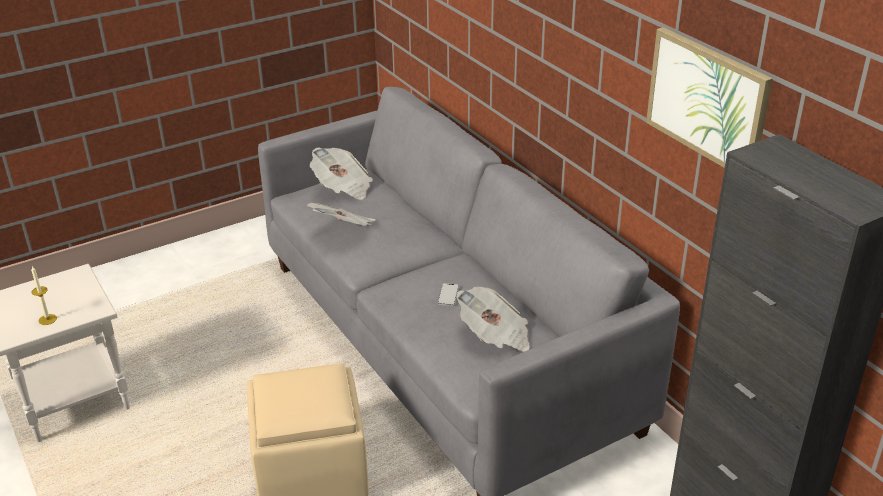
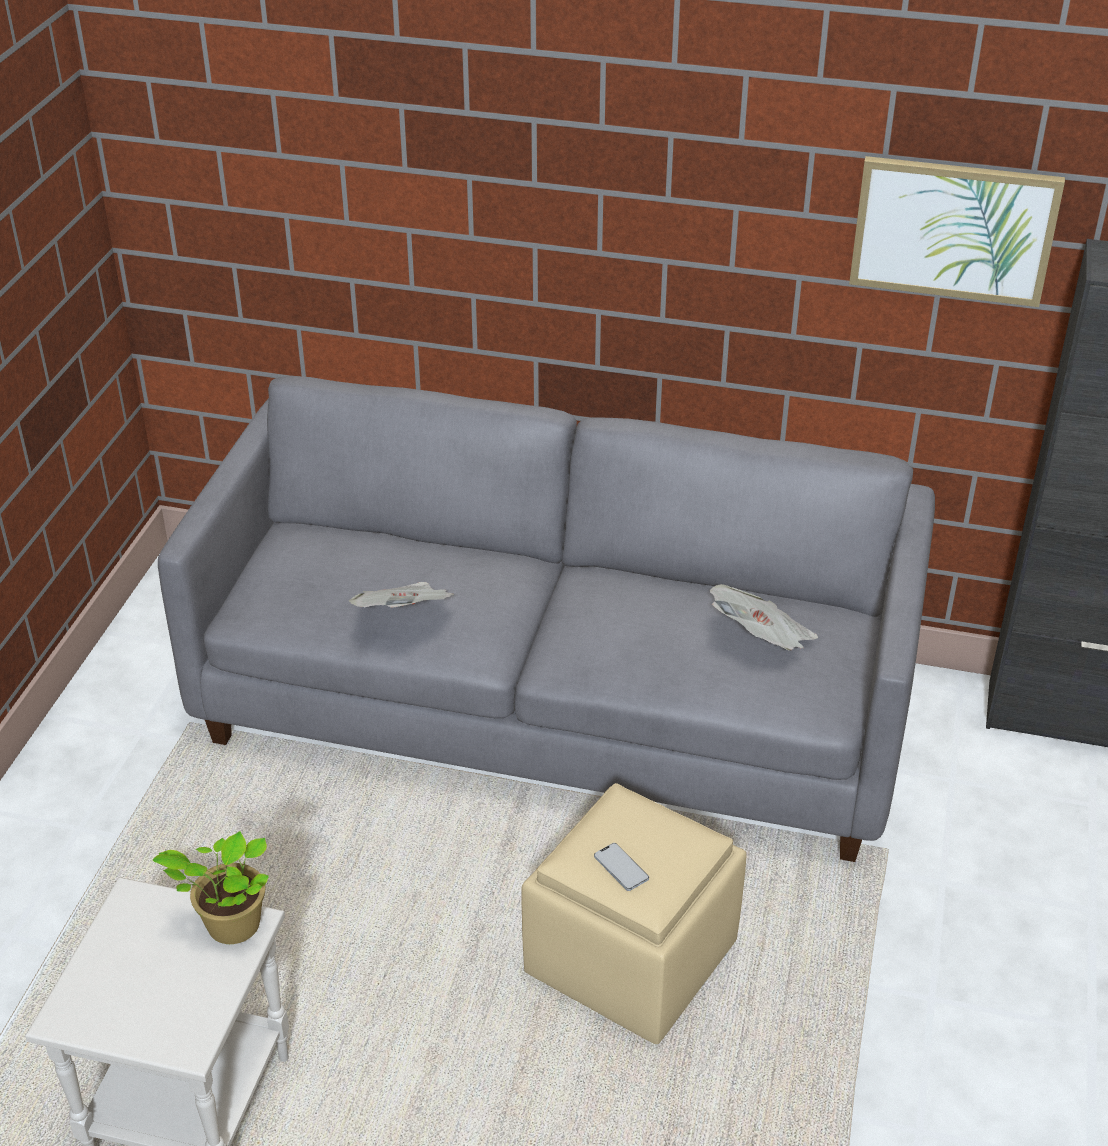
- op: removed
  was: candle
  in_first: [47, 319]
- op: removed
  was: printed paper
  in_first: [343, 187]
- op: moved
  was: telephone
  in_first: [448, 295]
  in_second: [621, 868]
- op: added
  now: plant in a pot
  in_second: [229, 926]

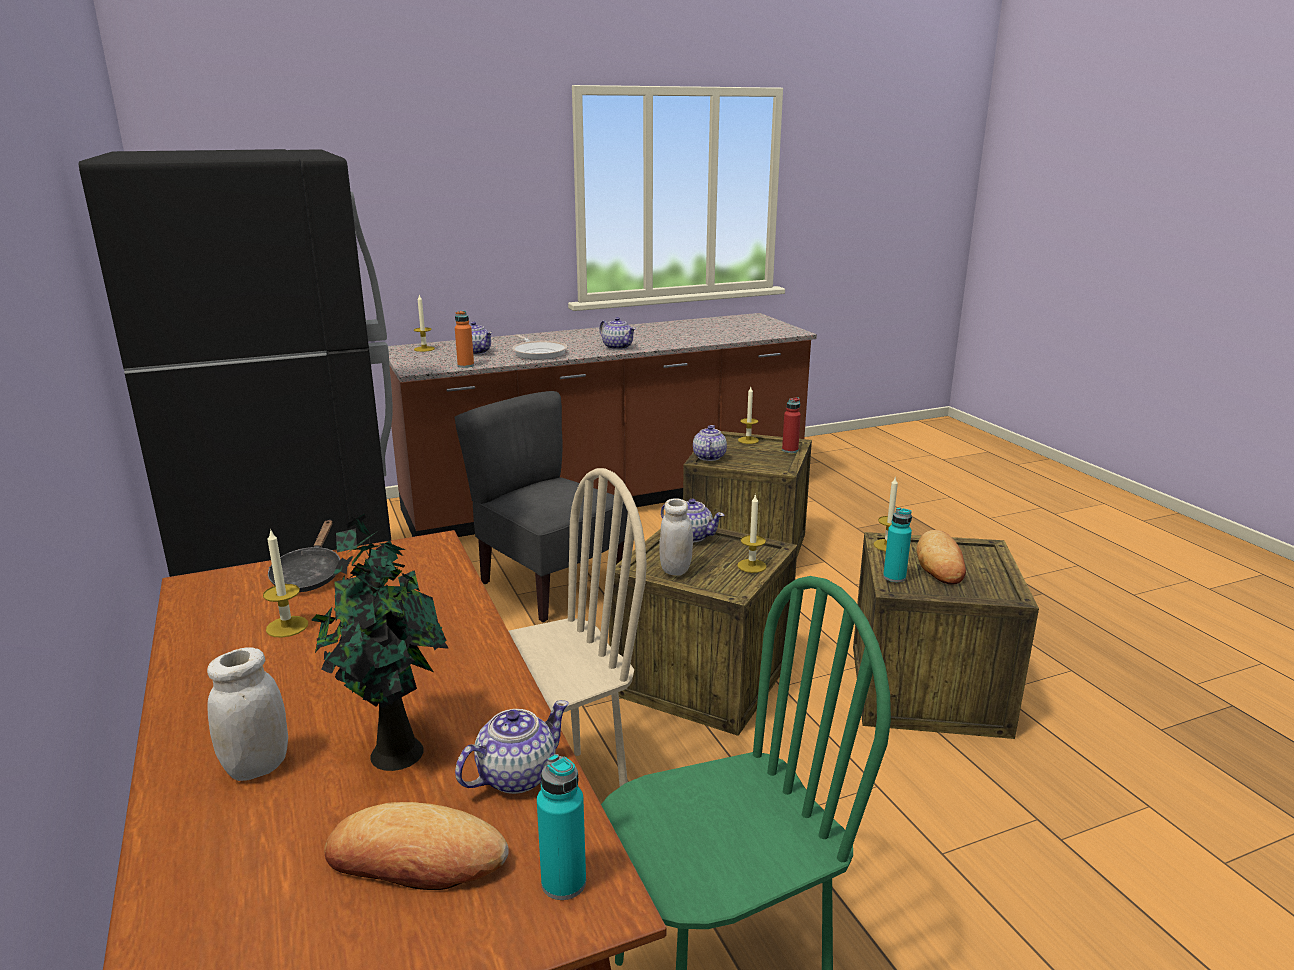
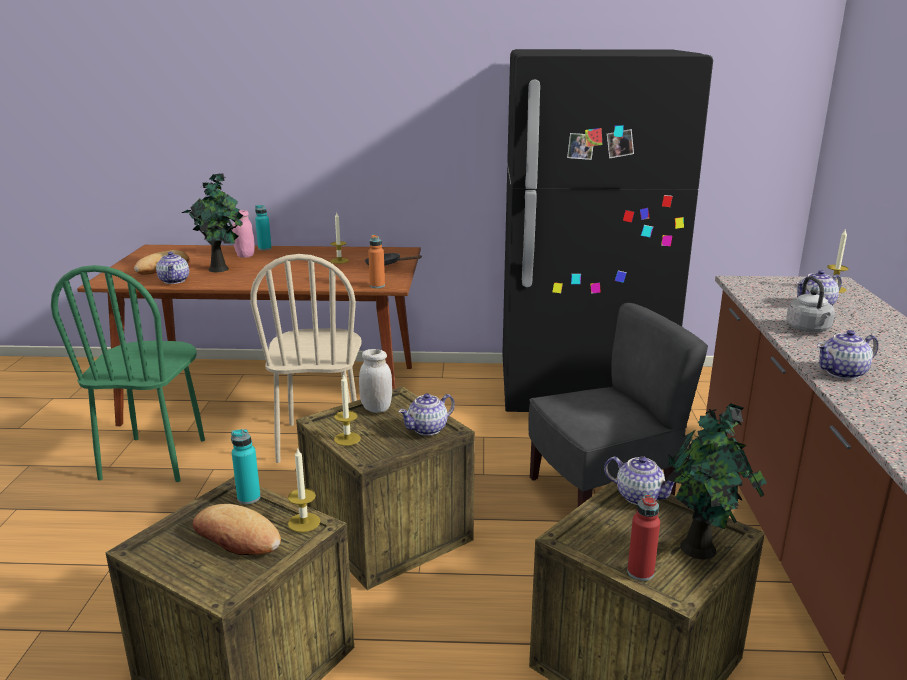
- op: recoloured
  was: white-coloured preserve jar
  now: pink preserve jar
  in_first: [257, 766]
  in_second: [245, 255]
- op: moved
  was: orange bottle
  in_first: [465, 365]
  in_second: [377, 286]
- op: replaced
  was: skillet
  now: greyish kettle
  in_first: [538, 353]
  in_second: [809, 329]
- op: moved
  was: blue-green bottle
  in_first: [563, 883]
  in_second: [264, 248]
- op: replaced
  was: candle
  now: plant in a pot
  in_first: [748, 440]
  in_second: [701, 550]

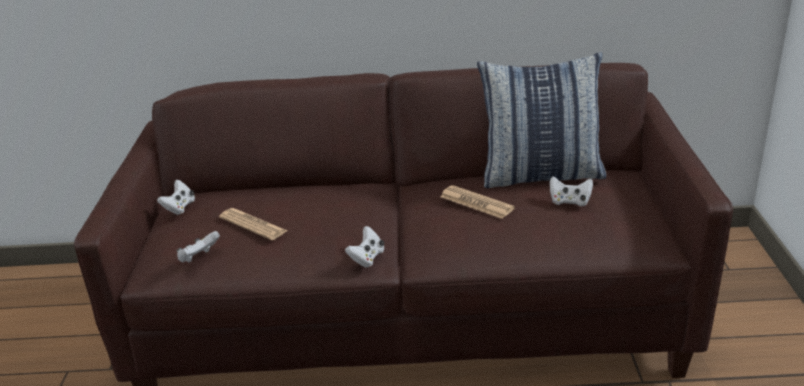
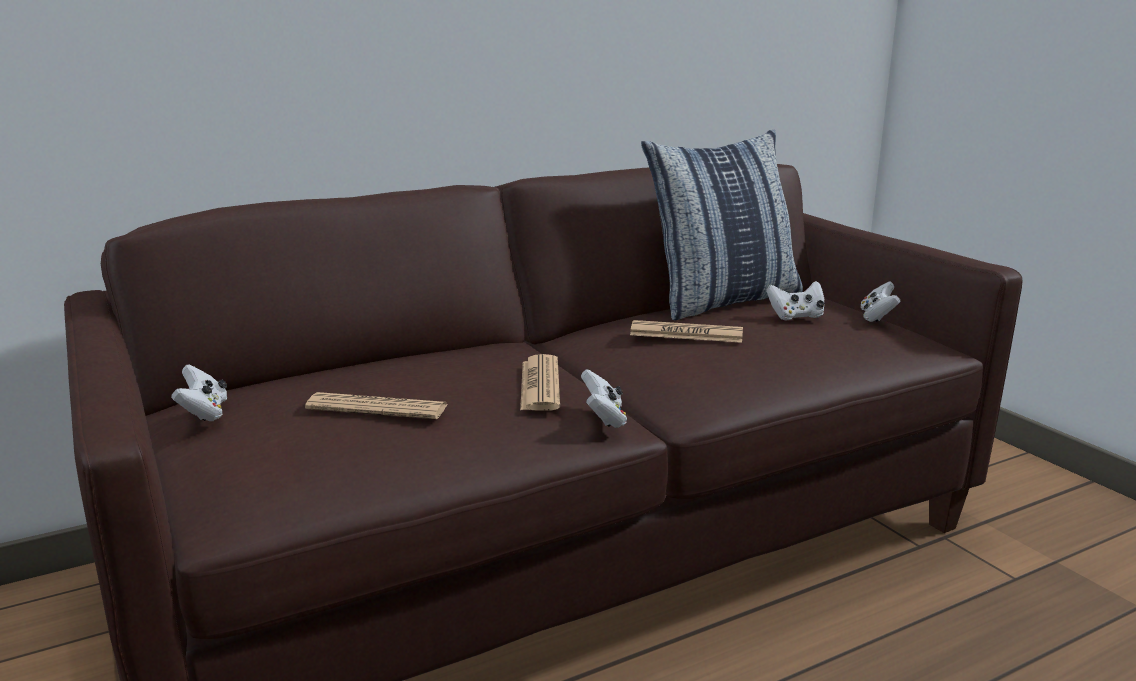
- op: moved
  was: white-coloured joypad
  in_first: [199, 258]
  in_second: [877, 317]
- op: added
  now: printed paper
  in_second: [540, 384]

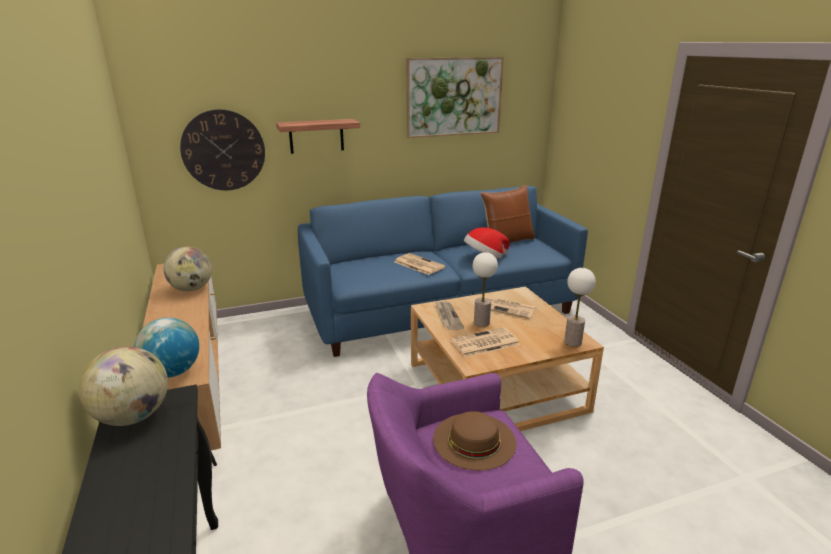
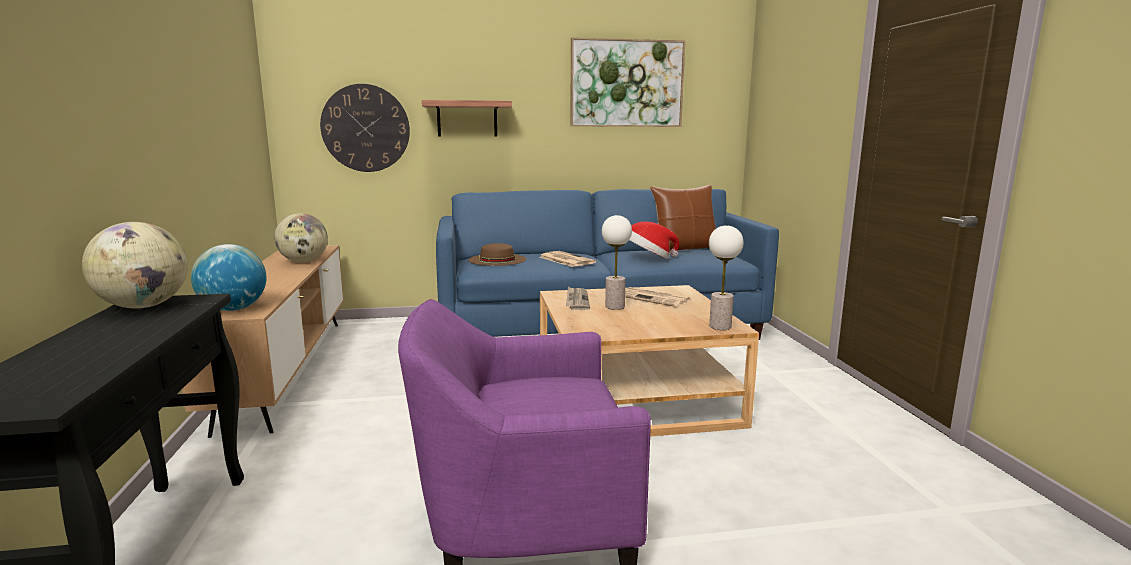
- op: moved
  was: brownish hat
  in_first: [474, 440]
  in_second: [497, 259]
- op: removed
  was: printed paper
  in_first: [484, 343]

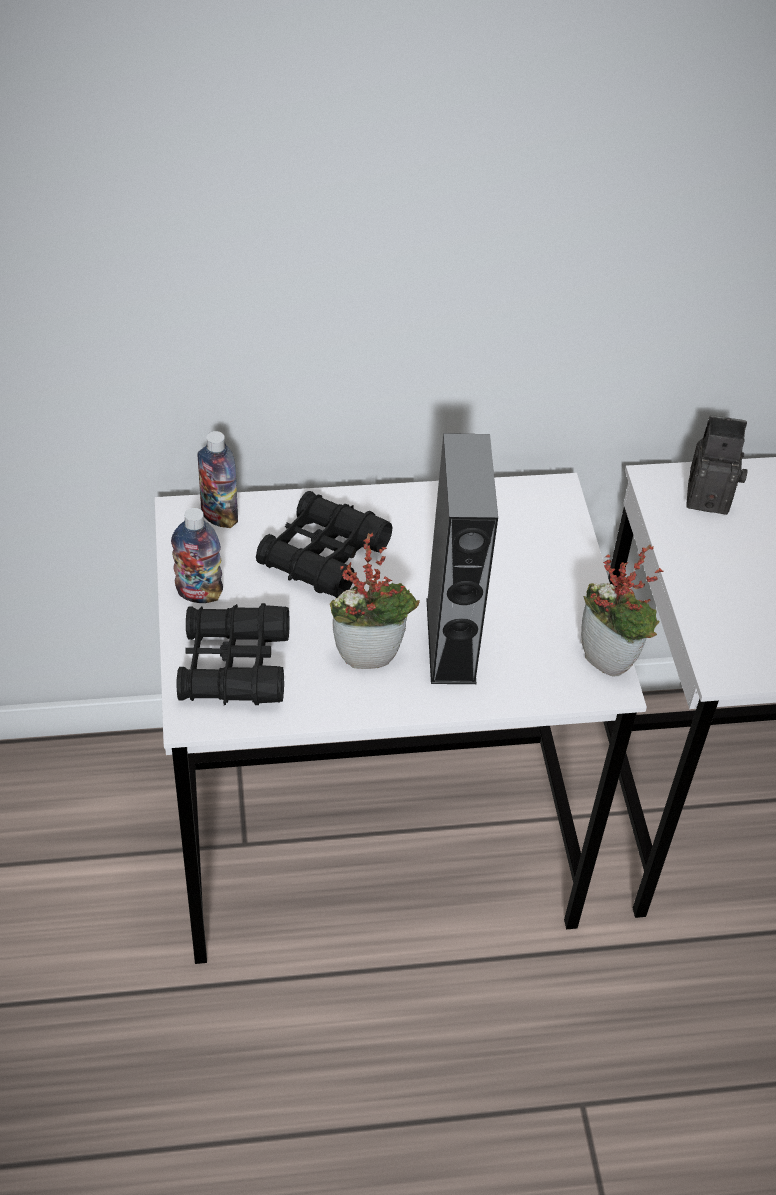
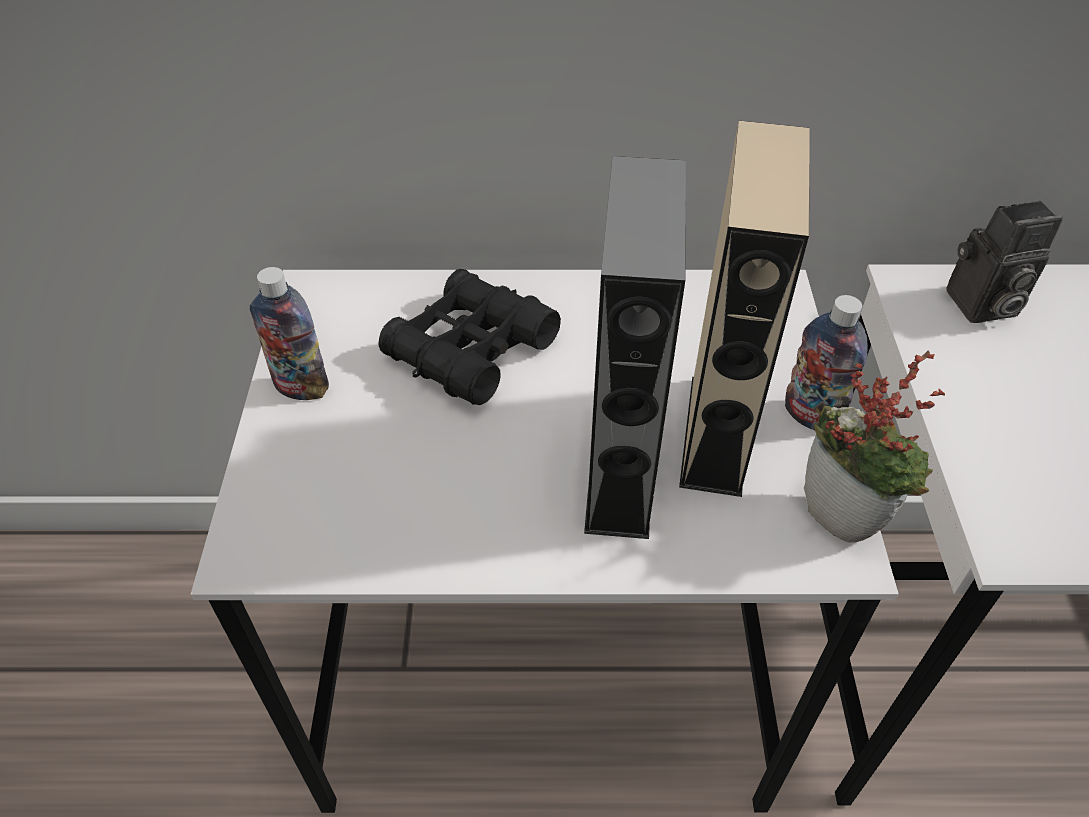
- op: removed
  was: black-coloured field glasses
  in_first: [233, 666]
- op: moved
  was: bottle
  in_first: [219, 516]
  in_second: [811, 415]
- op: removed
  was: plant in a pot
  in_first: [371, 654]
- op: turned
  was: still camera
  in_first: [711, 496]
  in_second: [980, 306]
  clockwise: 150
- op: added
  now: beige loudspeaker
  in_second: [715, 433]

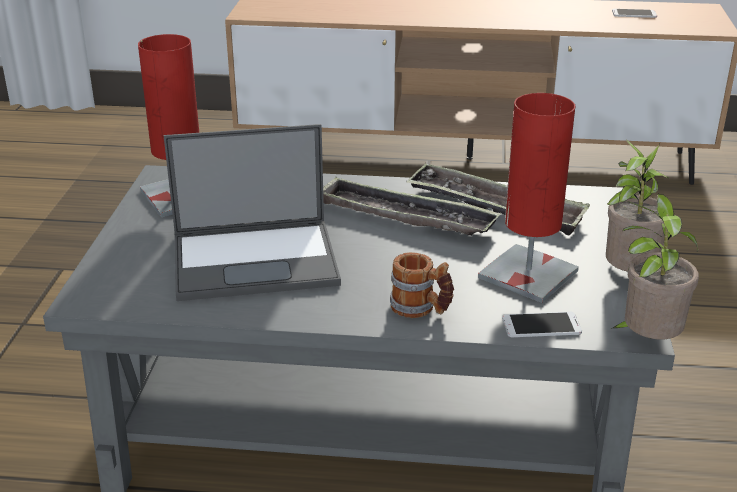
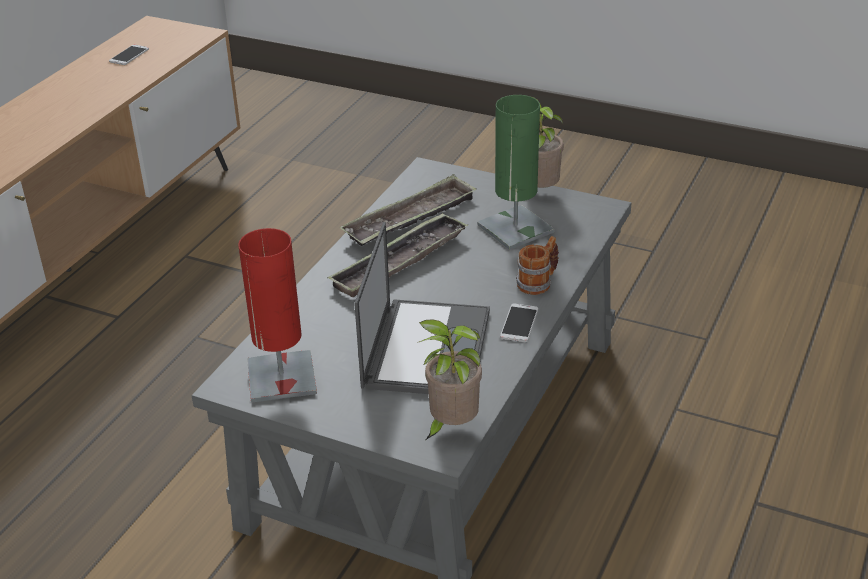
- op: recoloured
  was: red table lamp
  now: green-coloured table lamp
  in_first: [528, 274]
  in_second: [515, 228]
- op: moved
  was: telephone
  in_first: [541, 325]
  in_second: [519, 323]
- op: moved
  was: plant in a pot
  in_first: [646, 341]
  in_second: [451, 426]

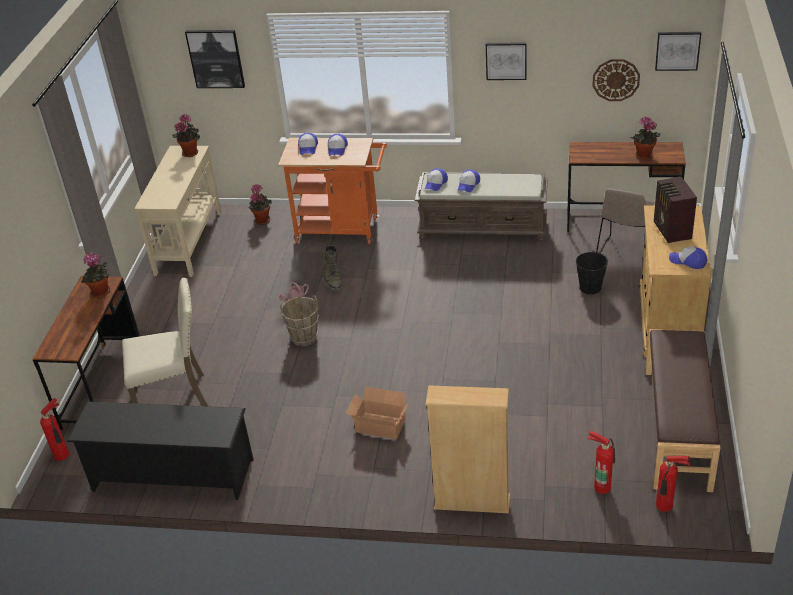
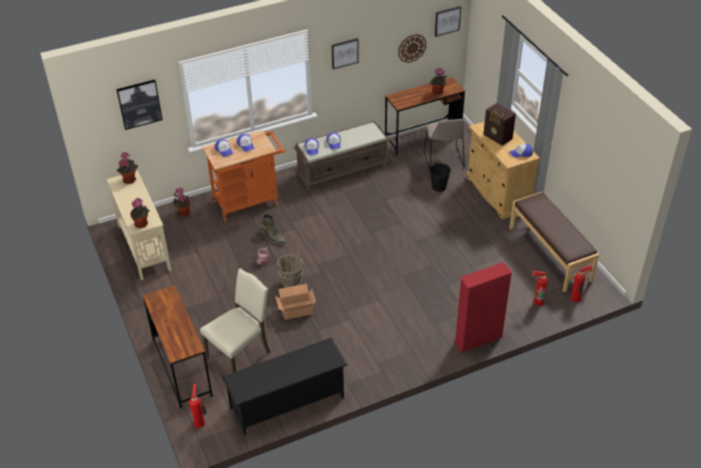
- op: moved
  was: plant in a pot
  in_first: [101, 293]
  in_second: [142, 224]
- op: moved
  was: carton
  in_first: [380, 424]
  in_second: [295, 309]
- op: recoloured
  was: beige bookcase
  now: red bookcase
  in_first: [472, 502]
  in_second: [478, 339]

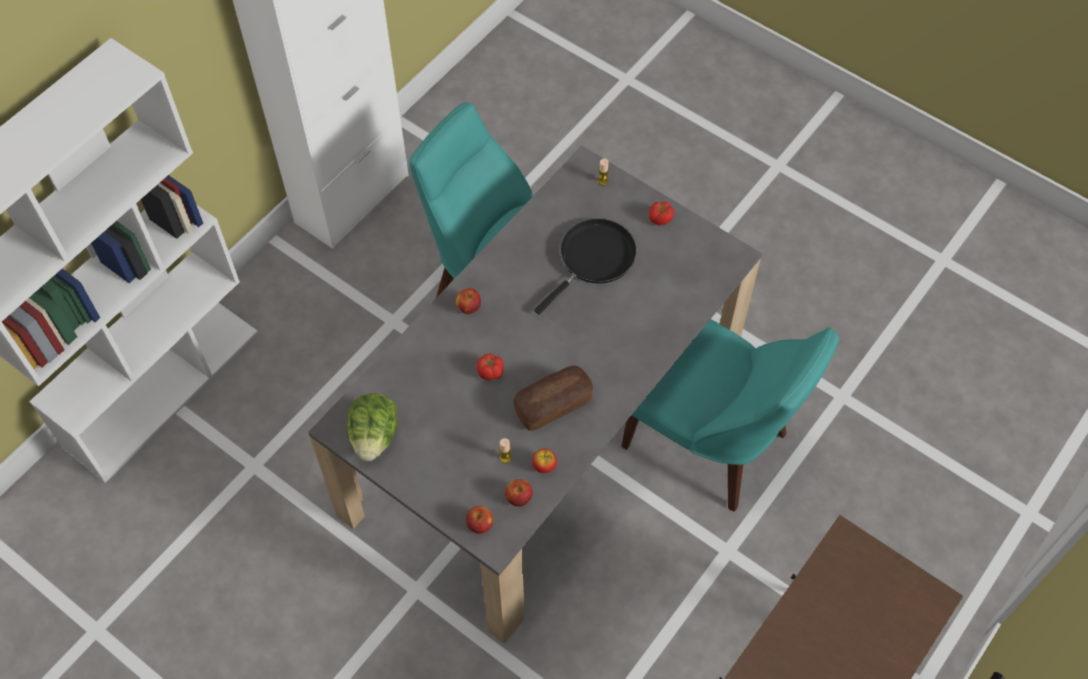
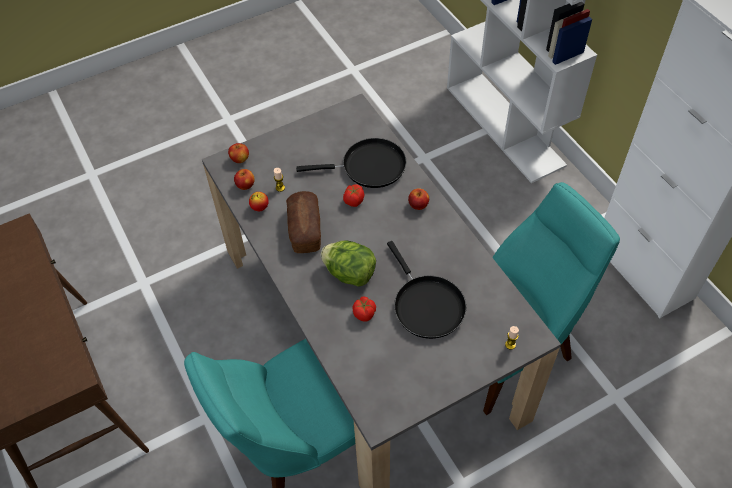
- op: moved
  was: lettuce head
  in_first: [374, 436]
  in_second: [350, 273]
- op: moved
  was: whole tomato
  in_first: [660, 219]
  in_second: [364, 314]
- op: added
  now: black-coloured skillet
  in_second: [369, 167]

